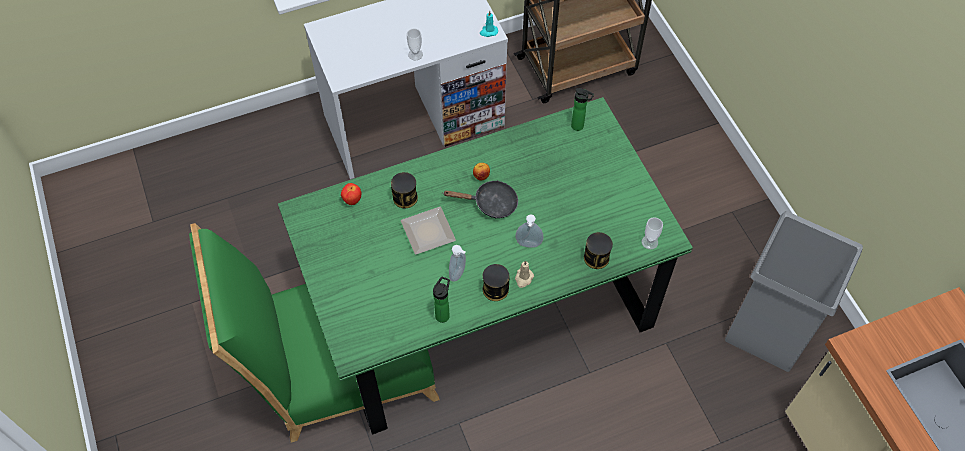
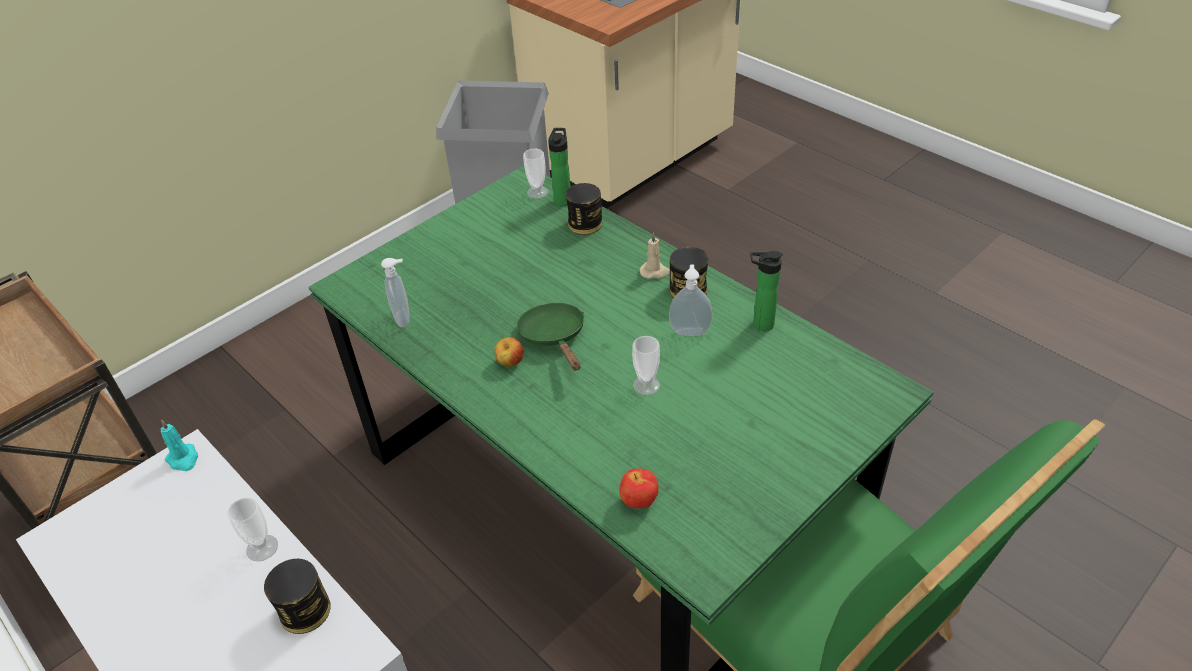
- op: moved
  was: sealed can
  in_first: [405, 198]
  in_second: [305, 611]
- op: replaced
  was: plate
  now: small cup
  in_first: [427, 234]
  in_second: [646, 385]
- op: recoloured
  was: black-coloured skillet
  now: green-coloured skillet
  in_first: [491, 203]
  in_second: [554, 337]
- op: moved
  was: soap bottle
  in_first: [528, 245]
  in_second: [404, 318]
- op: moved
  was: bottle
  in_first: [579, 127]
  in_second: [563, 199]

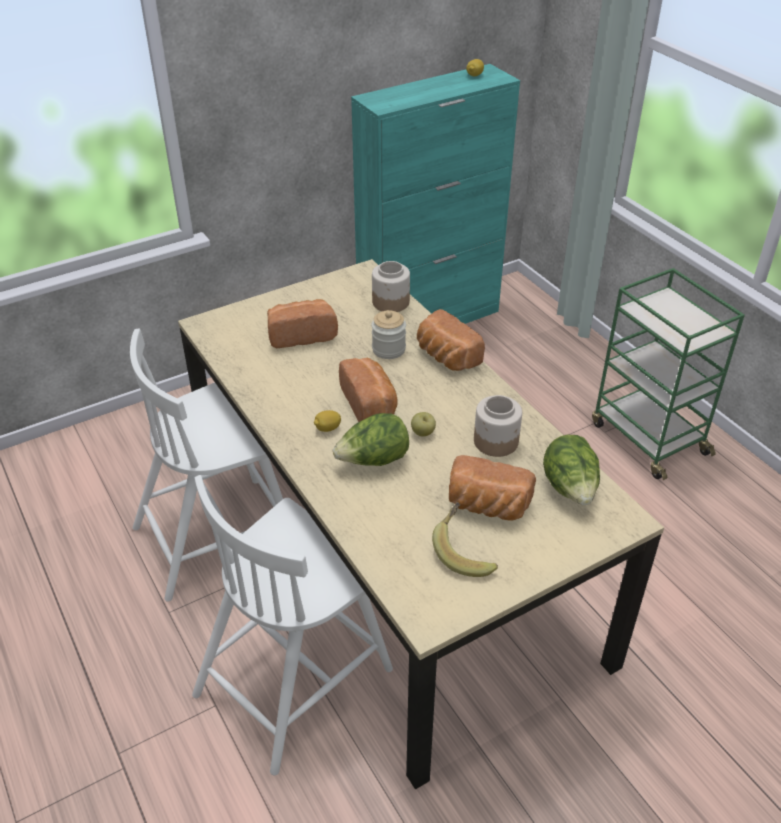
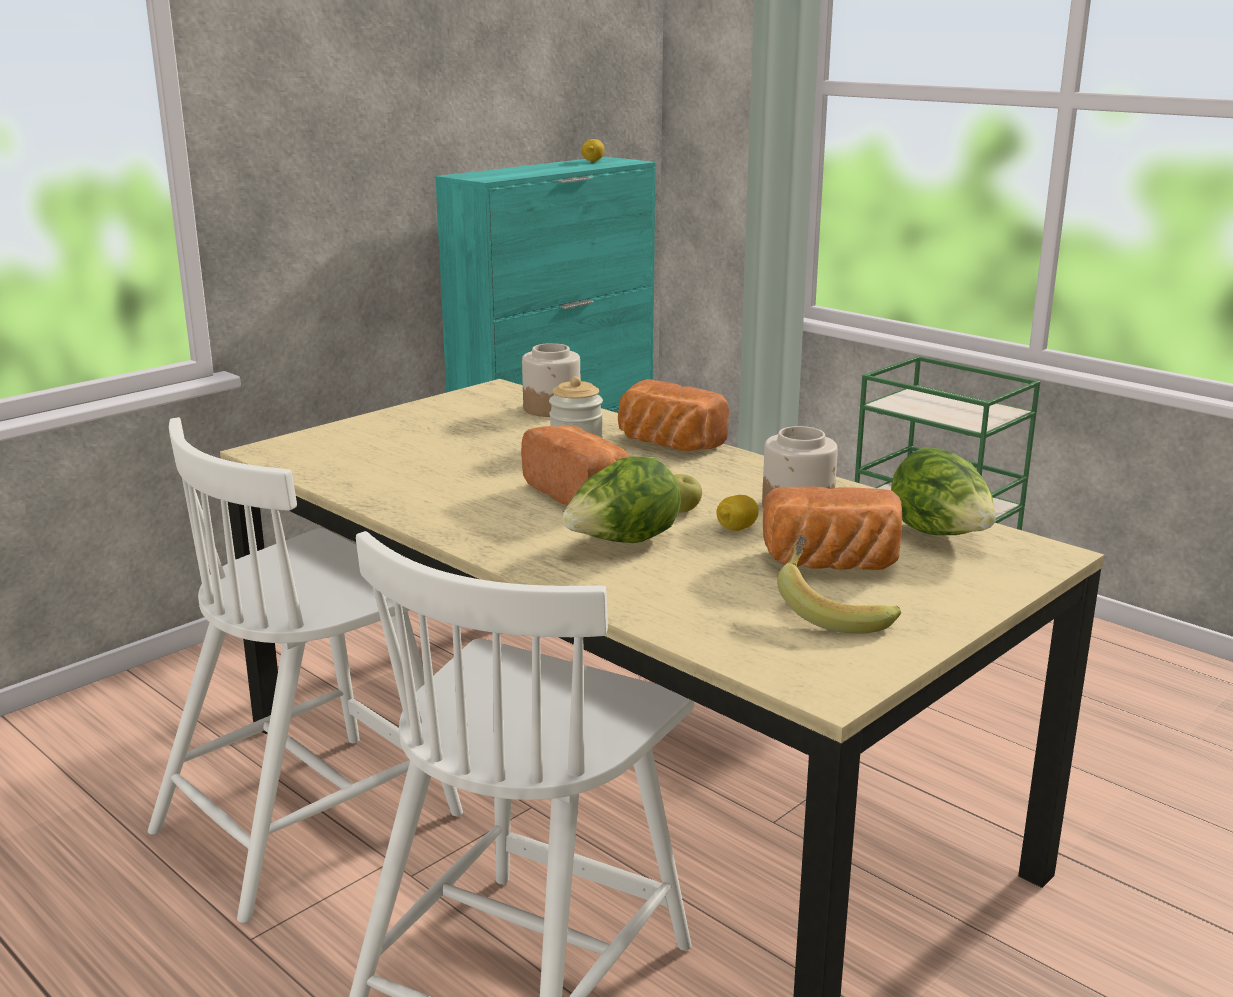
- op: removed
  was: bakery bread
  in_first: [301, 334]
- op: moved
  was: lemon
  in_first: [327, 428]
  in_second: [736, 529]

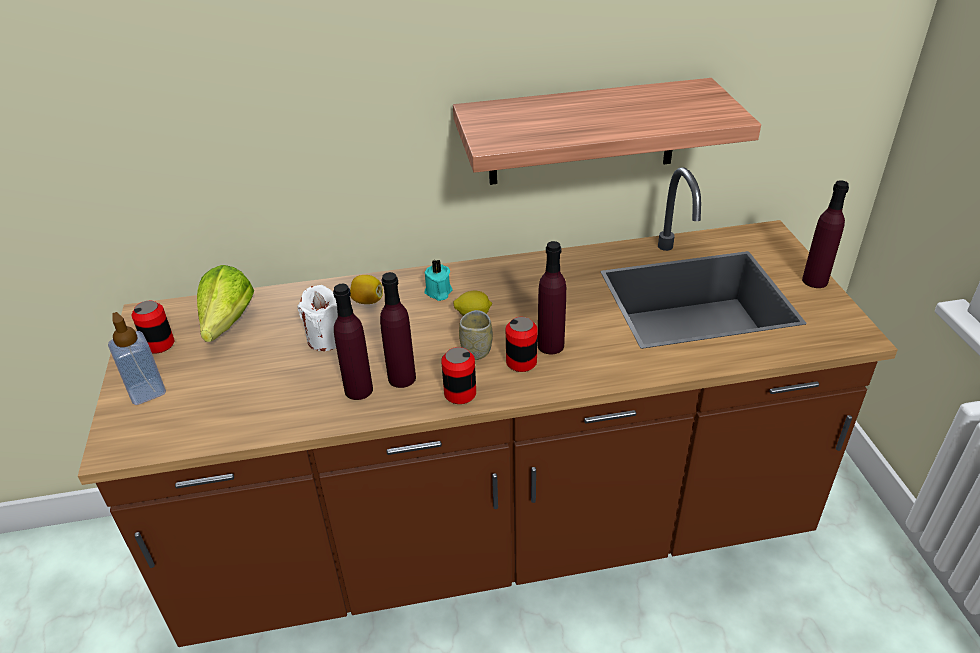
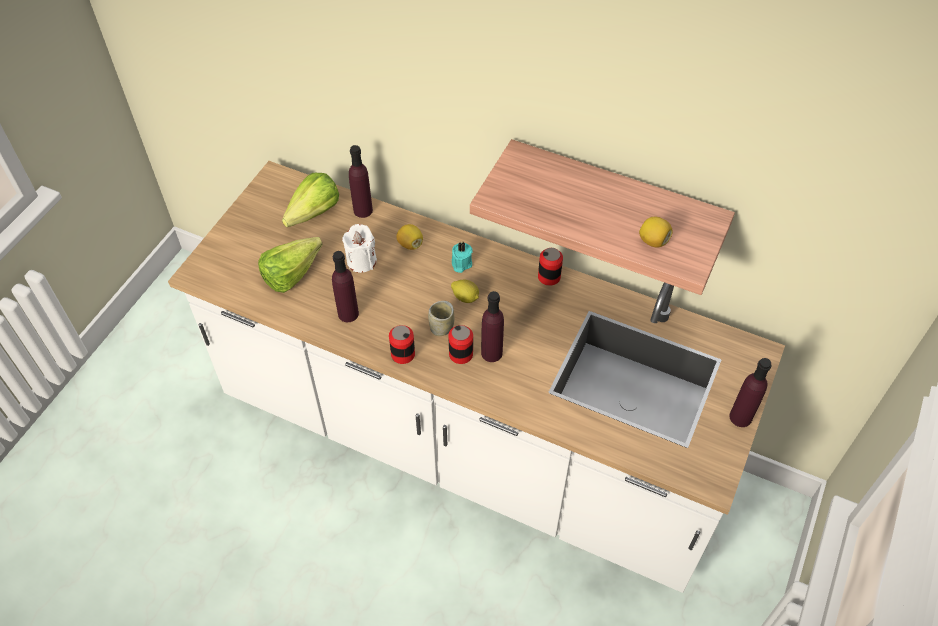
- op: recoloured
  was: brownish kitchen counter
  now: white-coloured kitchen counter
  in_first: [496, 534]
  in_second: [469, 442]
- op: removed
  was: soap bottle
  in_first: [146, 391]
- op: moved
  was: sealed can
  in_first: [159, 344]
  in_second: [549, 277]
- op: moved
  was: purple bottle
  in_first: [402, 378]
  in_second: [363, 210]
- op: added
  now: lettuce head
  in_second: [297, 273]
- op: added
  now: lemon
  in_second: [653, 241]

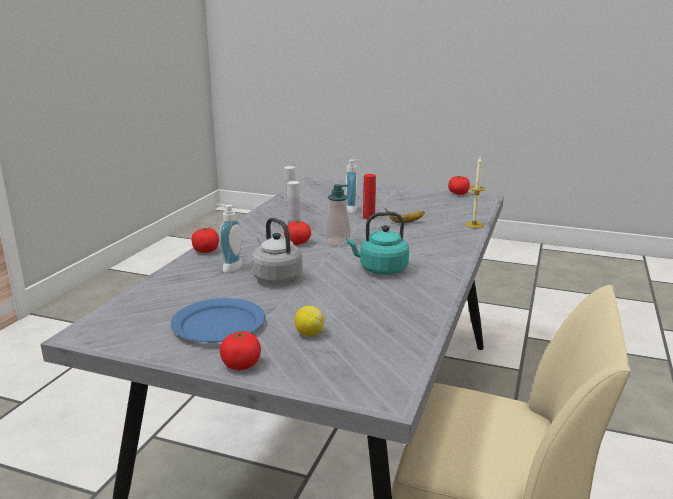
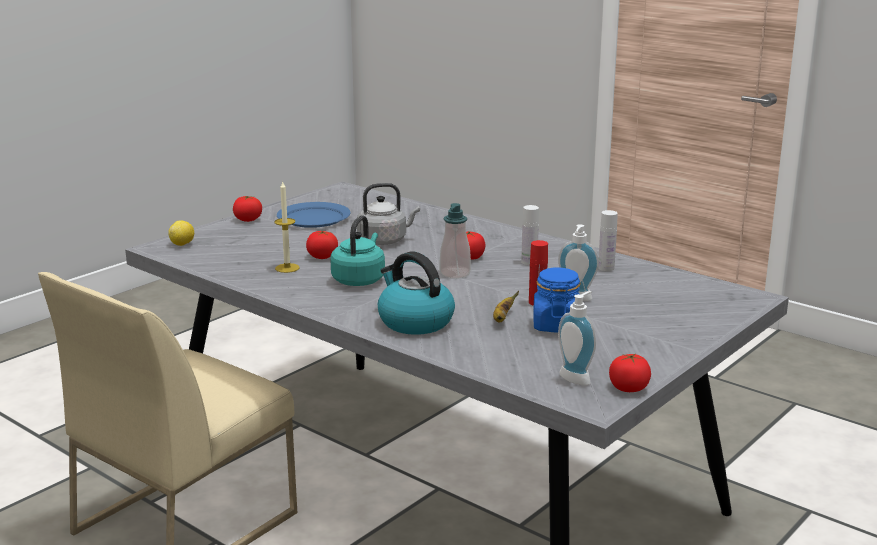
- op: moved
  was: whole tomato
  in_first: [206, 251]
  in_second: [322, 256]
- op: moved
  was: soap bottle
  in_first: [230, 267]
  in_second: [577, 377]
- op: moved
  was: lemon
  in_first: [309, 333]
  in_second: [182, 244]
- op: moved
  was: candle
  in_first: [474, 225]
  in_second: [287, 268]
- op: added
  now: kettle
  in_second: [414, 321]
- op: added
  now: bluish preserve jar
  in_second: [556, 325]

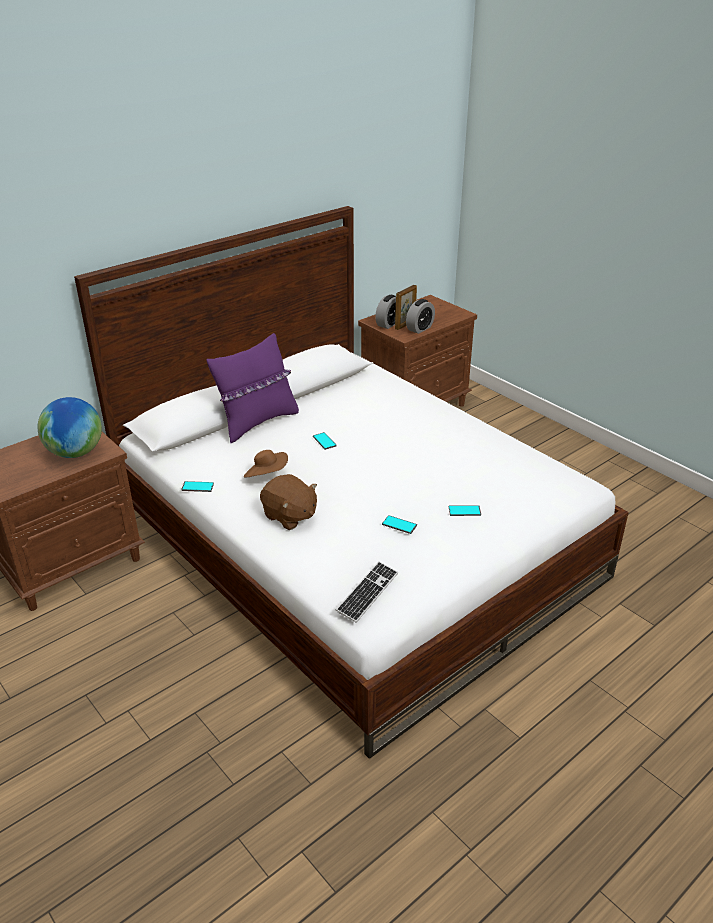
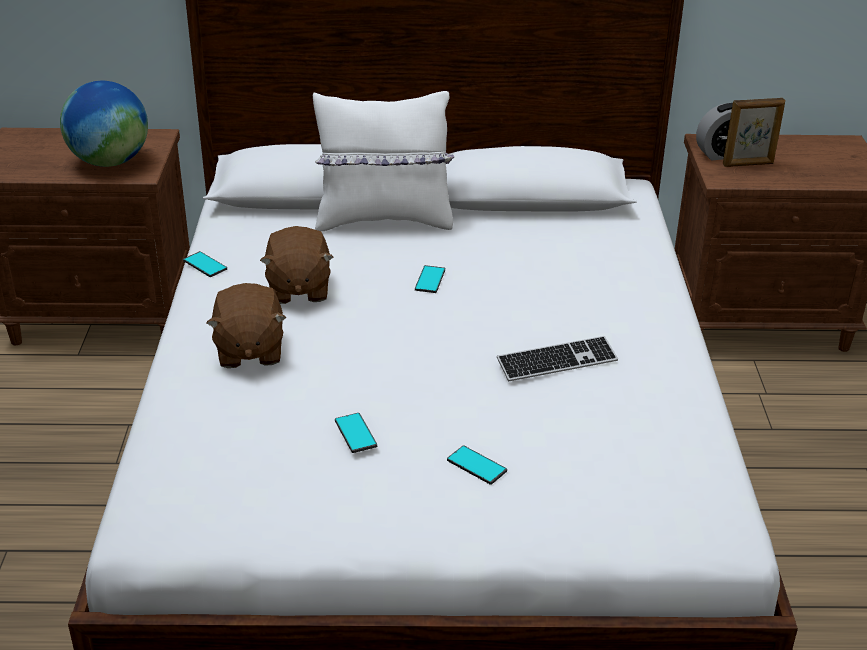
- op: recoloured
  was: purple pillow
  now: white-coloured pillow
  in_first: [257, 422]
  in_second: [384, 220]
- op: replaced
  was: brownish hat
  now: brownish cuddly toy
  in_first: [267, 475]
  in_second: [298, 289]
- op: moved
  was: computer keyboard
  in_first: [367, 593]
  in_second: [557, 361]
- op: removed
  was: bedside clock
  in_first: [420, 328]

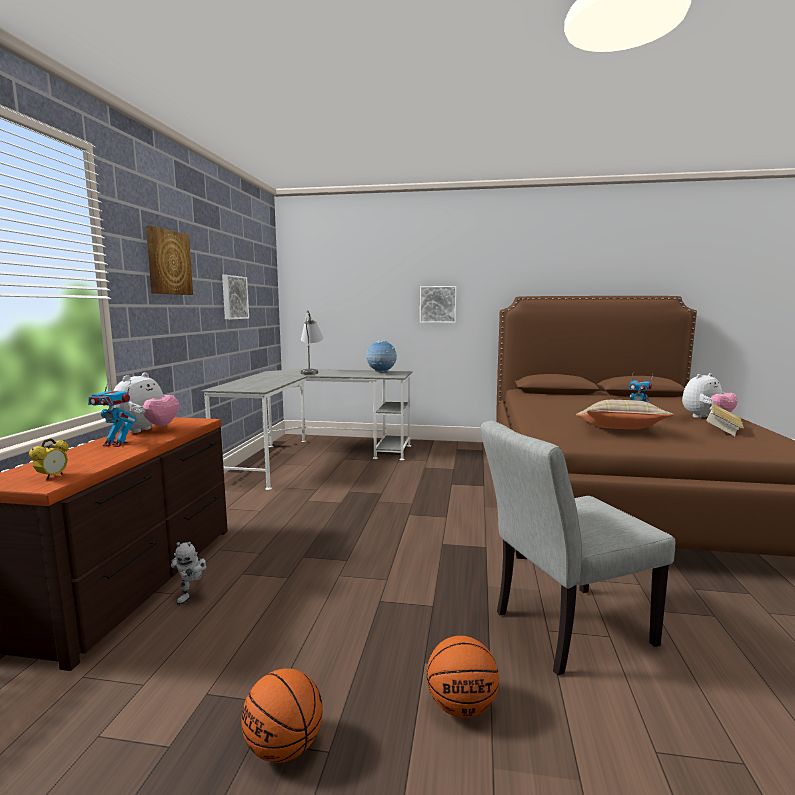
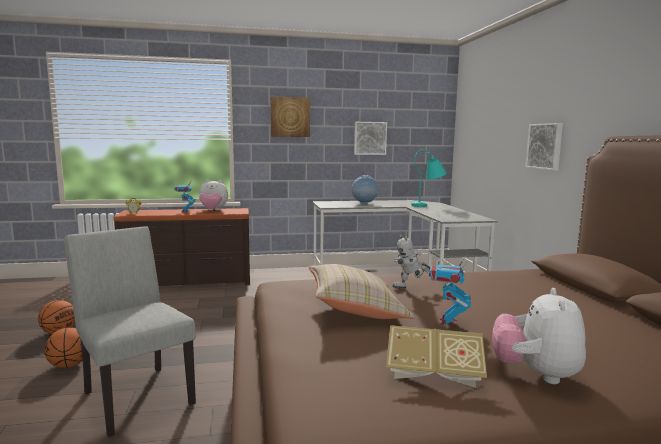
- op: moved
  was: model robot
  in_first: [192, 595]
  in_second: [410, 288]
- op: recoloured
  was: greyish table lamp
  now: blue-green table lamp
  in_first: [312, 371]
  in_second: [428, 205]
- op: moved
  was: desk globe
  in_first: [381, 373]
  in_second: [364, 204]
- op: turned
  was: cuddly toy
  in_first: [706, 418]
  in_second: [535, 374]
  clockwise: 60

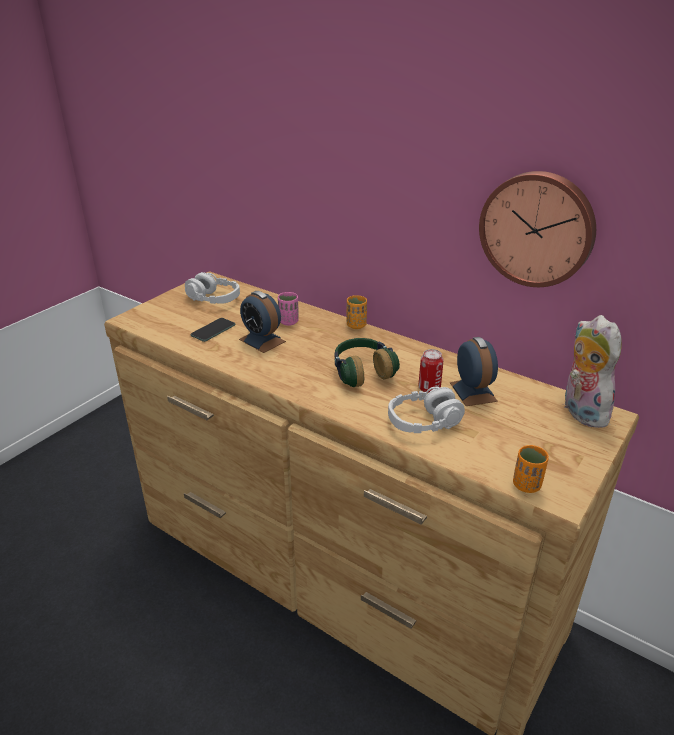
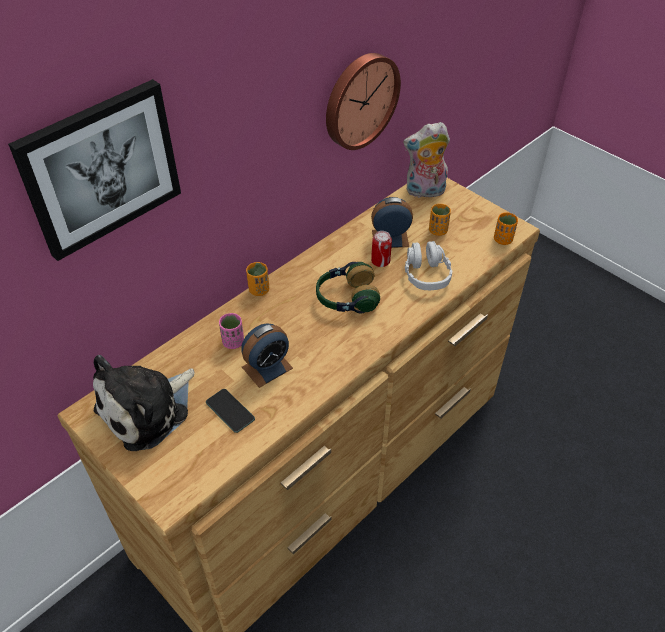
- op: replaced
  was: greyish headset
  now: cuddly toy
  in_first: [213, 299]
  in_second: [148, 409]
- op: added
  now: picture
  in_second: [101, 168]
- op: added
  now: orange small cup
  in_second: [438, 231]

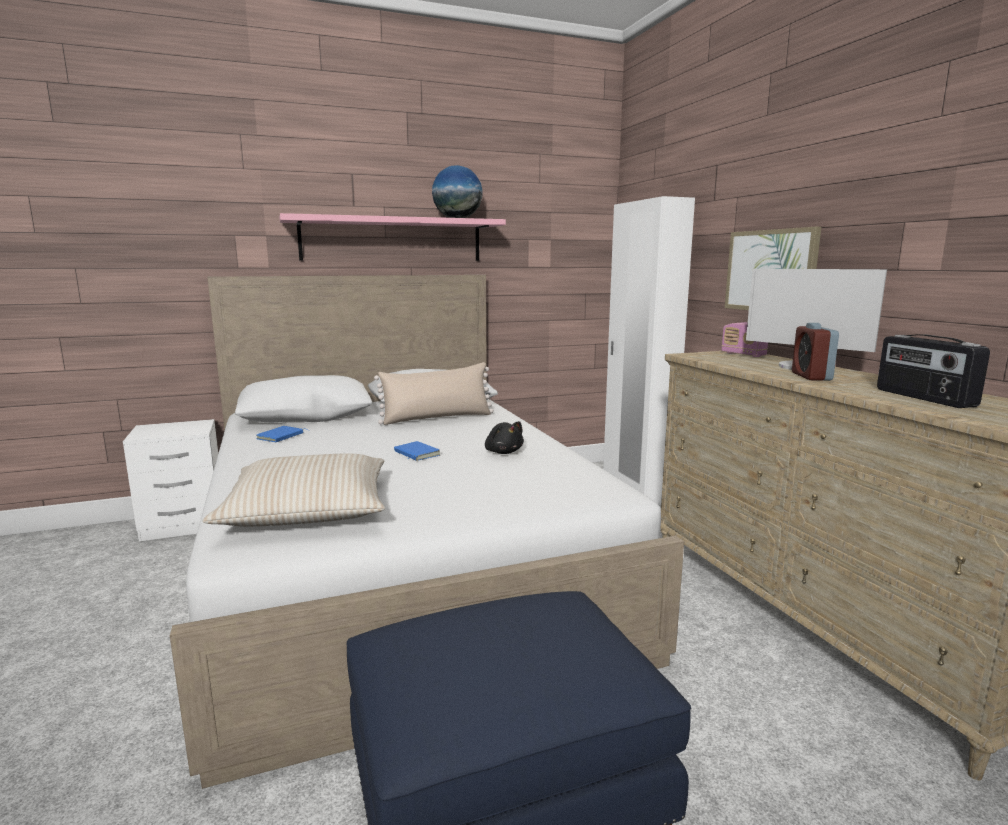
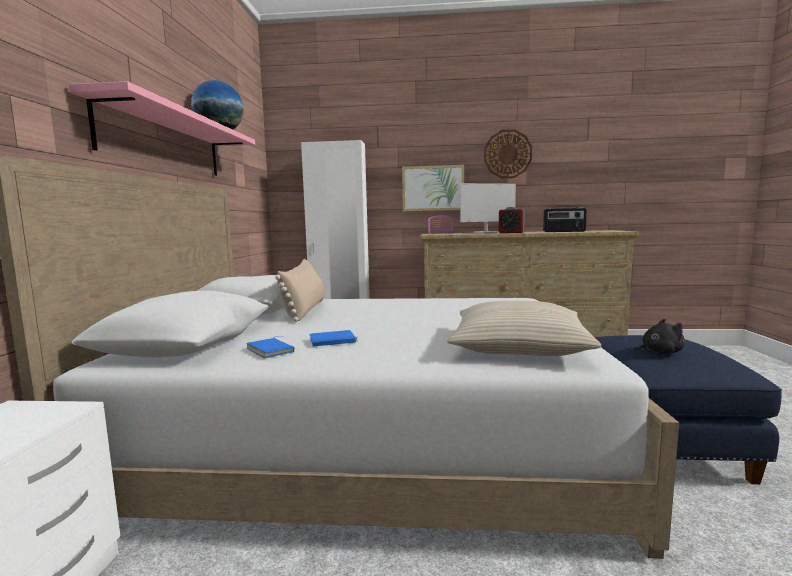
- op: moved
  was: bluish volume
  in_first: [415, 454]
  in_second: [332, 341]
- op: moved
  was: black-coloured cuddly toy
  in_first: [503, 452]
  in_second: [659, 352]
- op: added
  now: hanging clock
  in_second: [507, 154]

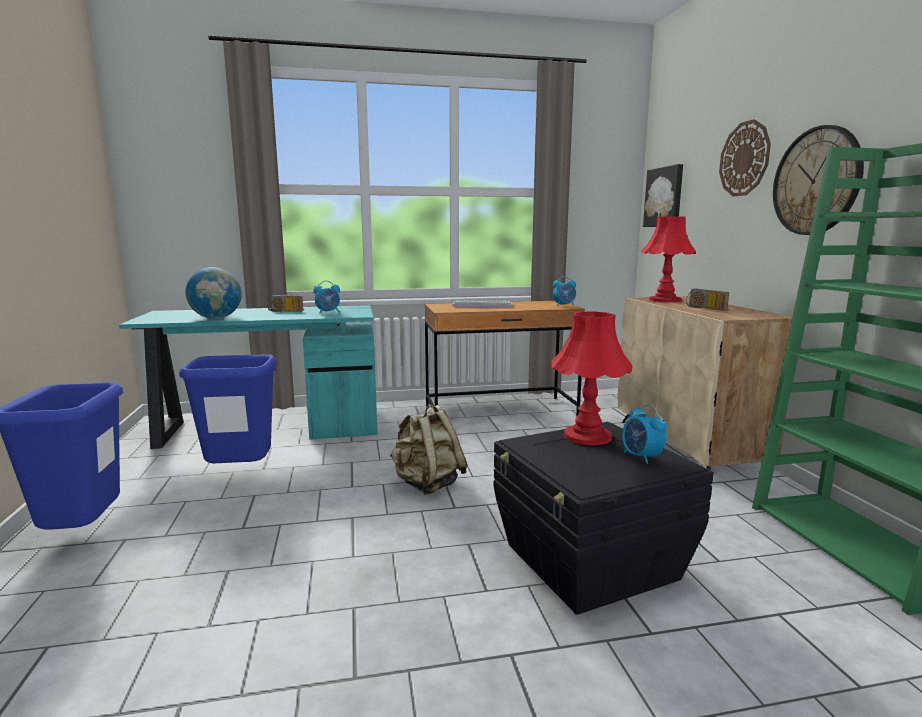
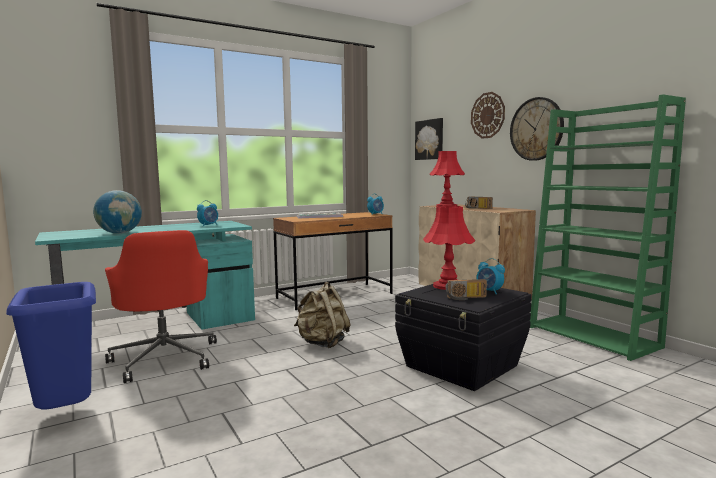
- op: replaced
  was: bluish rubbish bin
  now: red office chair
  in_first: [239, 474]
  in_second: [165, 358]
- op: moved
  was: radio set
  in_first: [284, 311]
  in_second: [466, 298]

